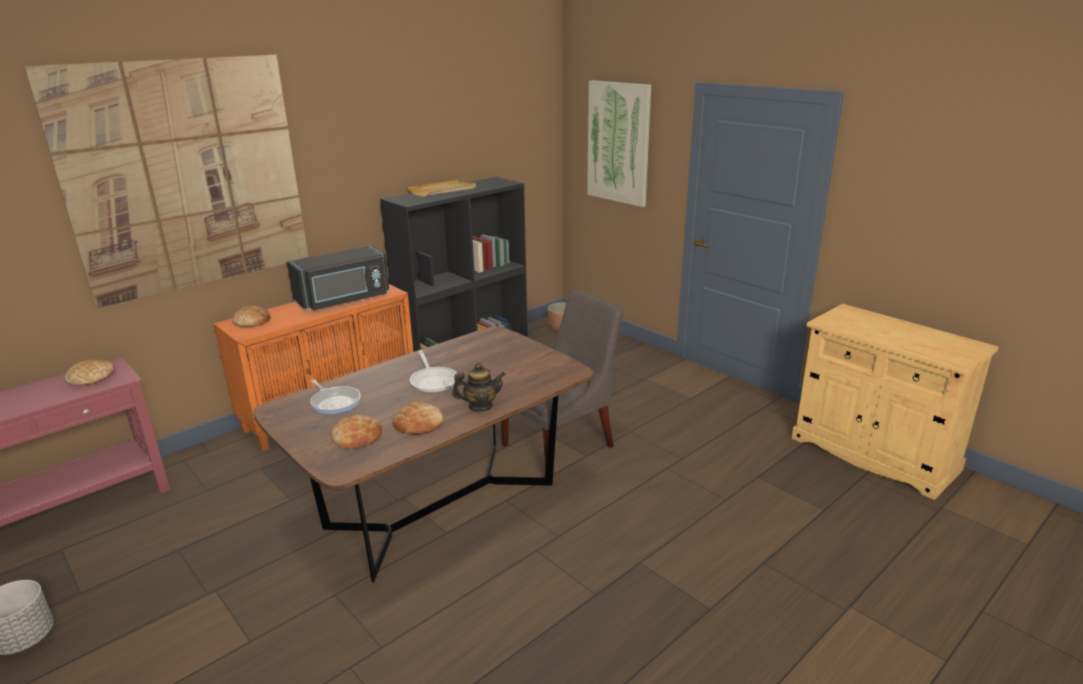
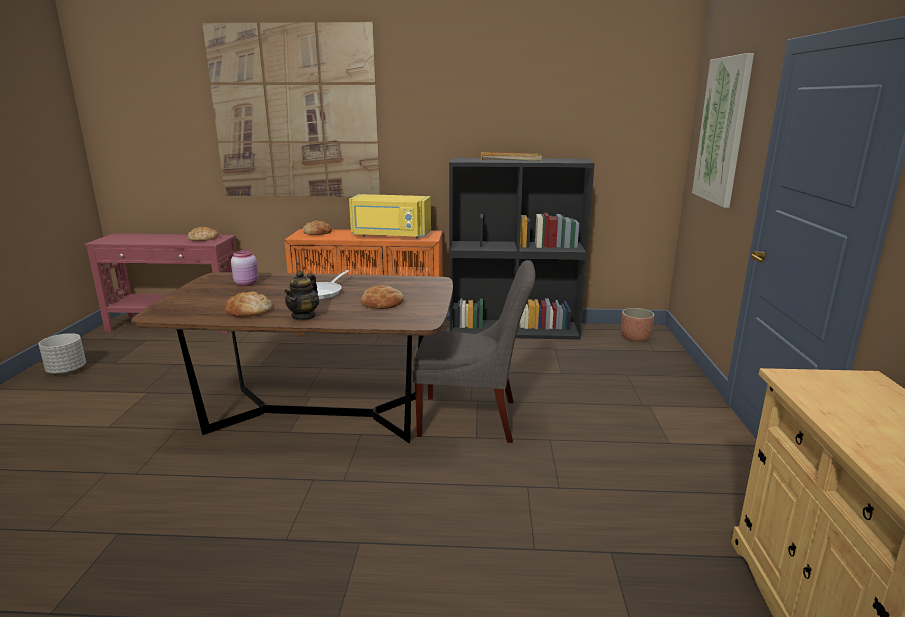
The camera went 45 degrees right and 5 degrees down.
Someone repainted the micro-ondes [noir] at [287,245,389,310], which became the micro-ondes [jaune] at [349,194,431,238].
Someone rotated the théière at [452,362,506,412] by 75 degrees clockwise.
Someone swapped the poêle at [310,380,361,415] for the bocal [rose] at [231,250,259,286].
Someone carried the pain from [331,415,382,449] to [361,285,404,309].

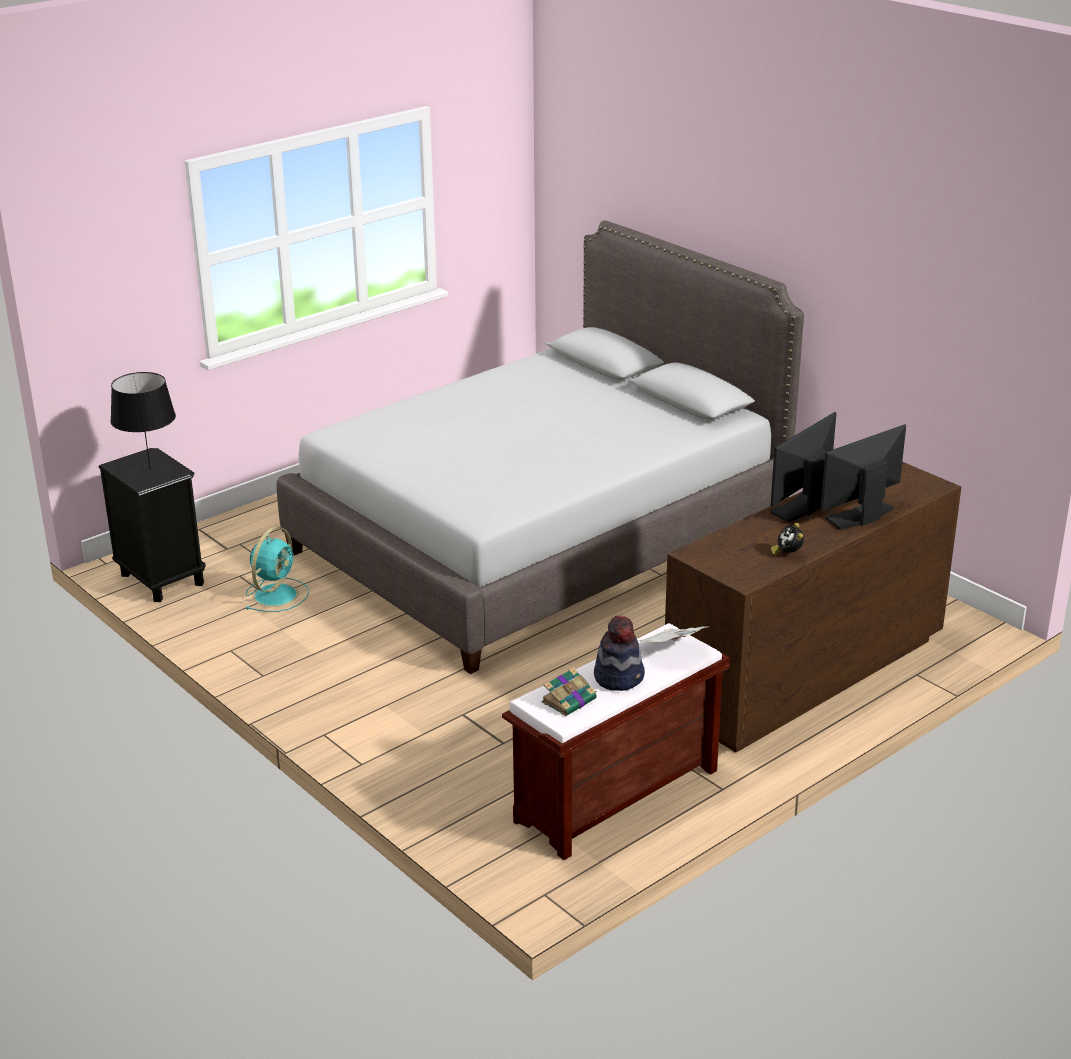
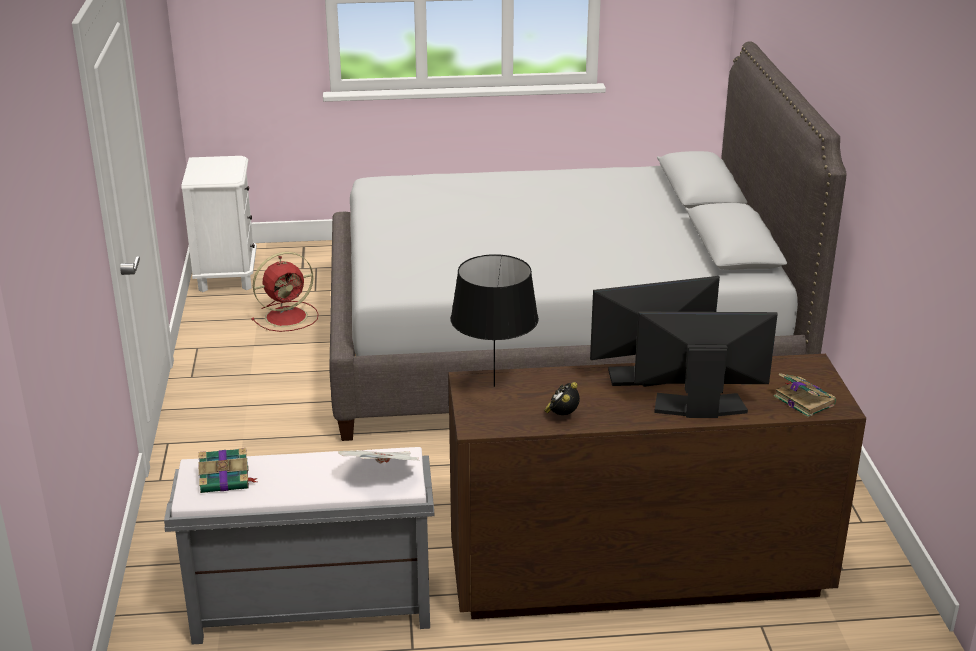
The camera went 35 degrees right and 0 degrees up.
Someone carried the lampe de table [noir] from [110,372,176,470] to [451,254,539,387].
Someone repainted the table de chevet [noir] at [99,448,206,602], which became the table de chevet [blanc] at [181,156,257,292].
Someone repainted the ventilateur [turquoise] at [246,527,309,612], which became the ventilateur [rouge] at [251,252,319,332].
Someone took away the chapeau at [594,616,645,691].
Someone repainted the banc [marron] at [502,623,730,860], which became the banc [gris] at [164,447,434,645].
Someone put down the livre at [773,373,836,417].

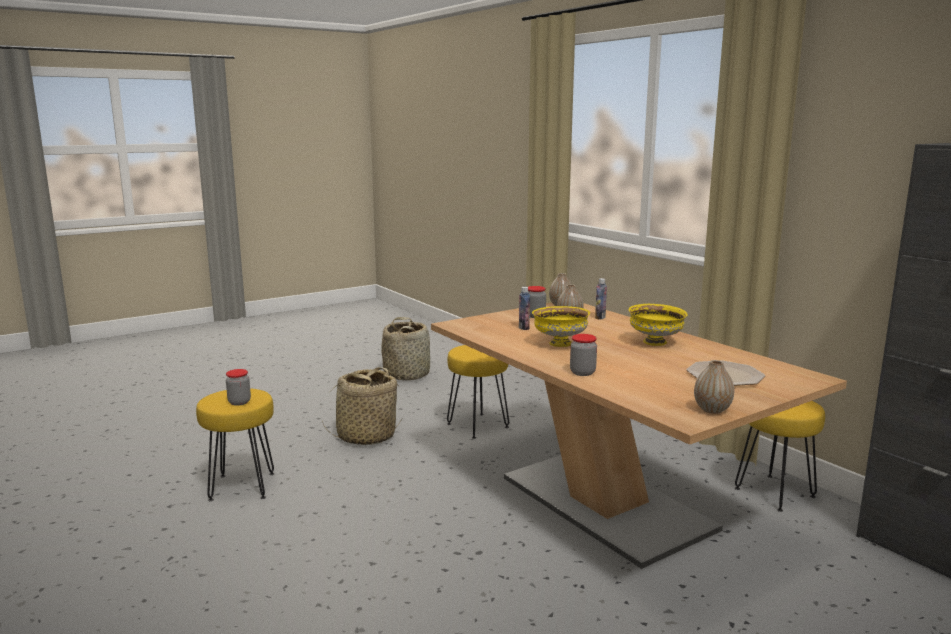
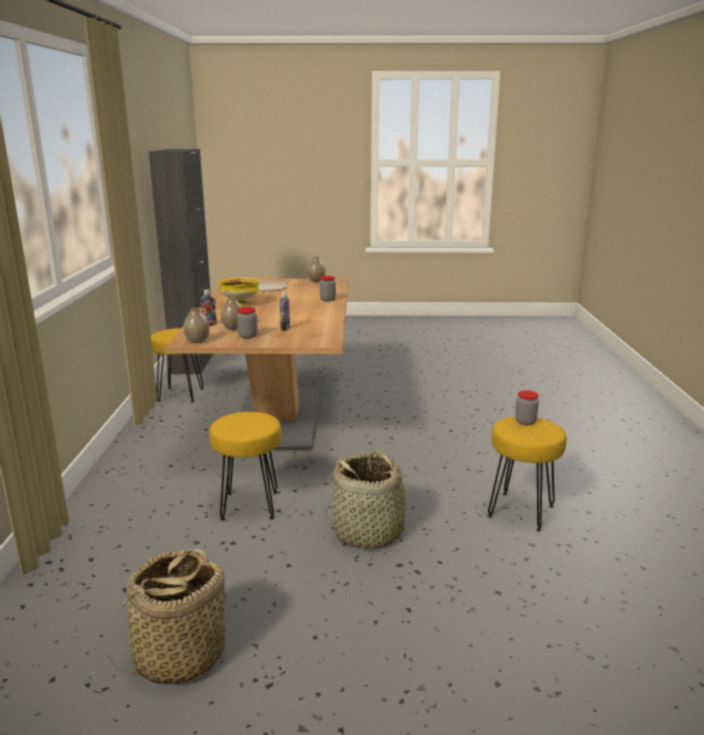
The camera went 145 degrees left and 5 degrees up.
Someone took away the bol [jaune] at [532,306,590,347].

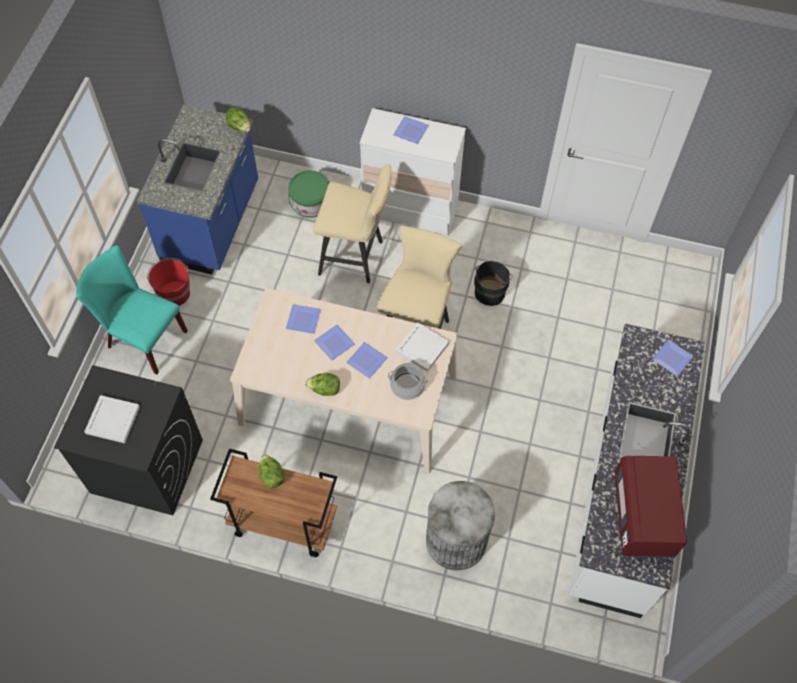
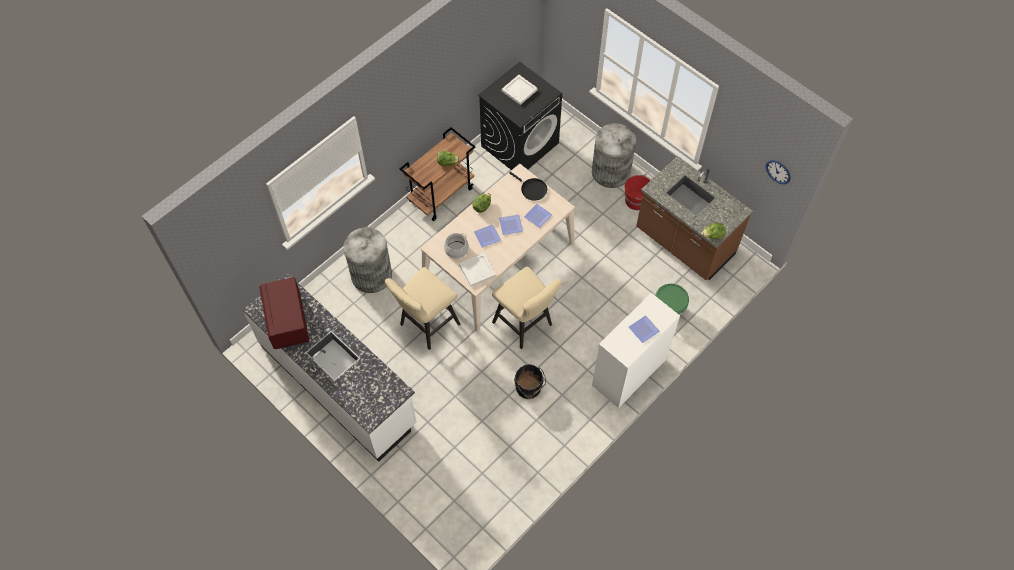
The camera went 120 degrees right and 0 degrees up.
Someone repainted the comptoir de cuisine [bleu] at [137,104,258,274], which became the comptoir de cuisine [marron] at [636,156,753,280].
Someone carried the tabouret [beige] from [313,164,392,283] to [385,267,460,350].
Someone swapped the chaise [turquoise] at [76,245,188,375] for the poubelle [gris] at [592,123,636,188].
Someone took away the assiette at [652,339,694,377].
Someone rotated the micro-ondes [rouge] at [615,456,687,558] by 135 degrees counterclockwise.
Someone put up the horloge murale at [766,160,791,184].
Someone put down the poêle [noir] at [509,172,547,201].

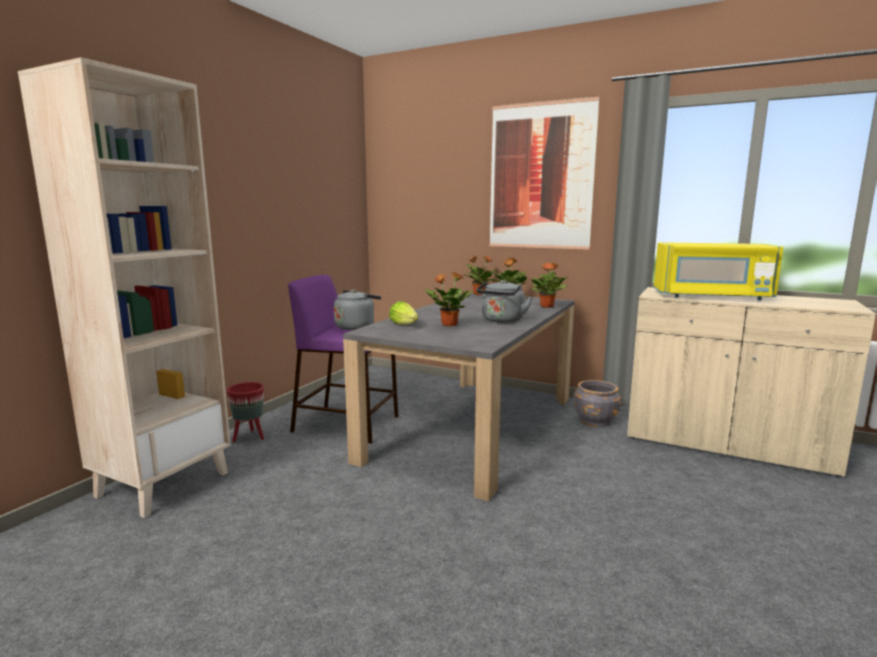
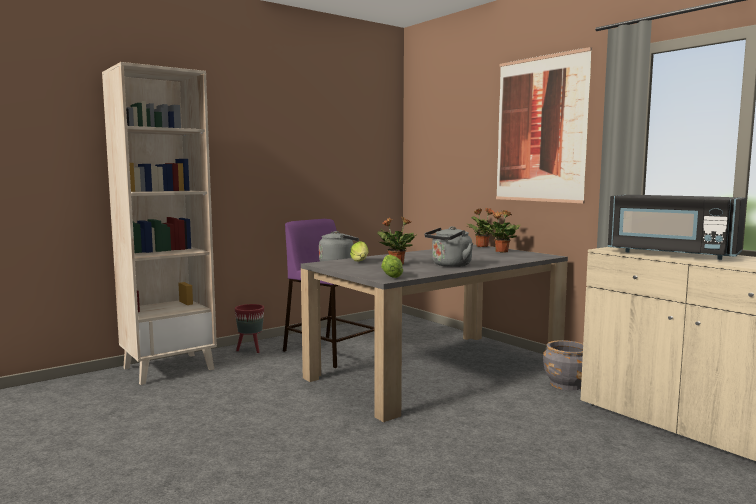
The camera went 25 degrees right and 5 degrees down.
Someone repainted the micro-ondes [jaune] at [654,243,784,300], which became the micro-ondes [noir] at [608,195,746,260].
Someone took away the plante en pot at [531,263,567,308].
Someone put down the laitue at [381,255,403,278].

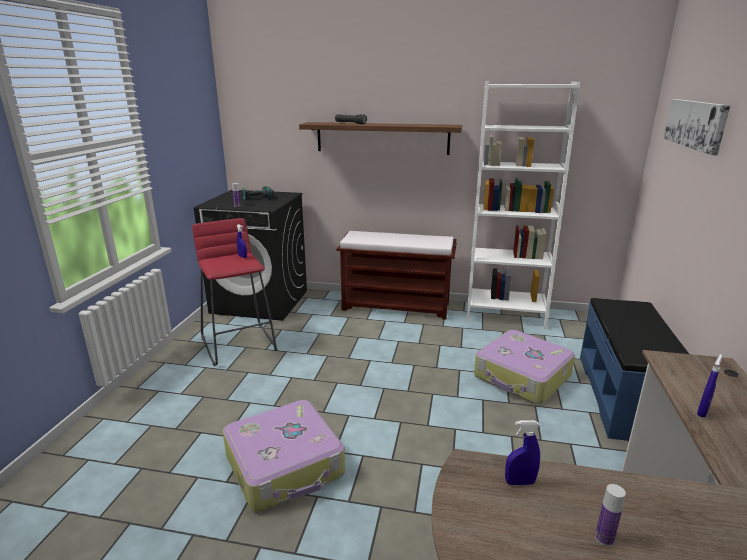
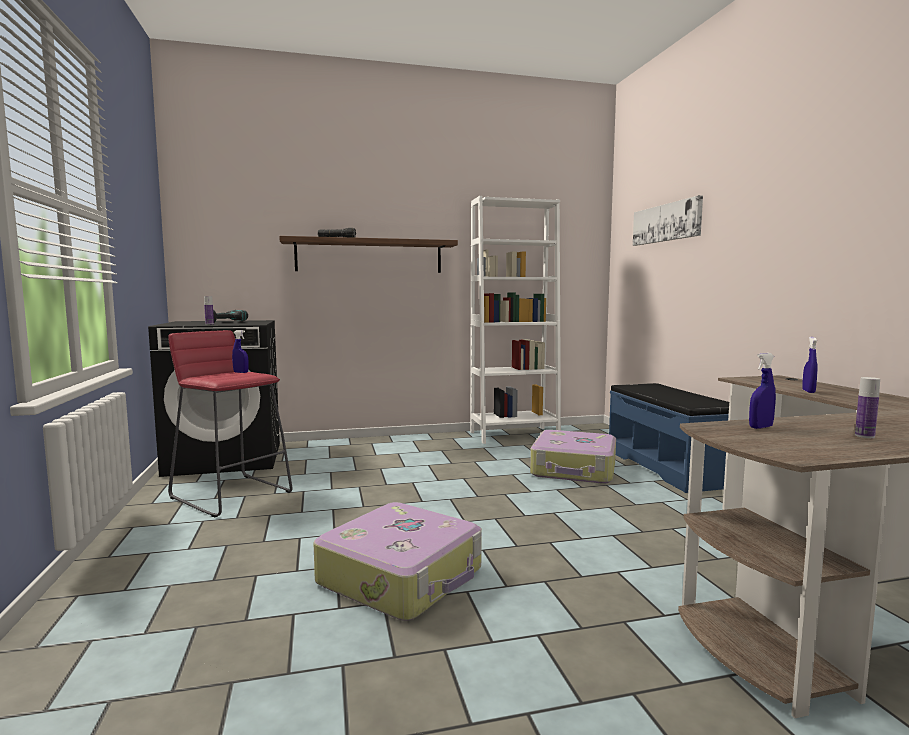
The camera went 25 degrees left and 15 degrees down.
Someone took away the banc [marron] at [336,231,456,320].

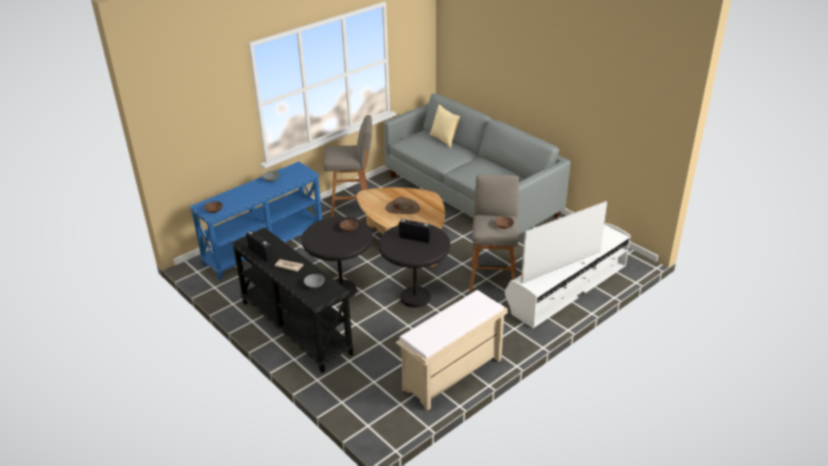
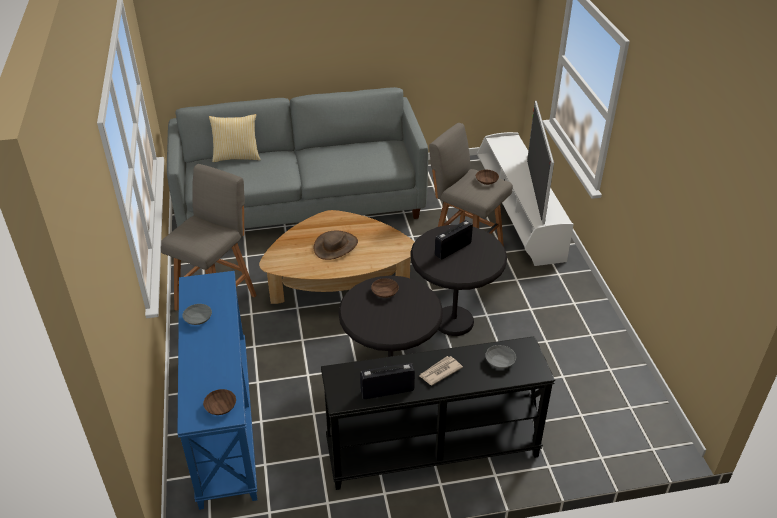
The camera went 60 degrees left and 5 degrees up.
Someone took away the banc [beige] at [396,290,508,411].

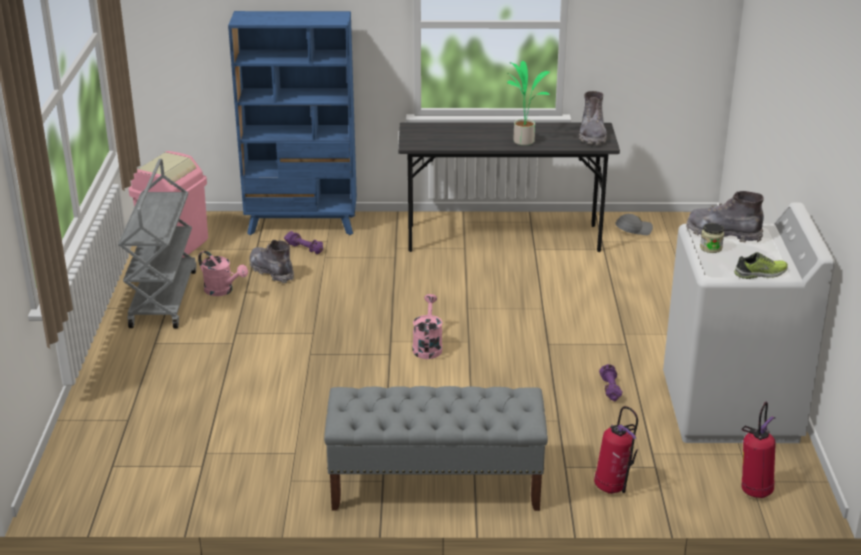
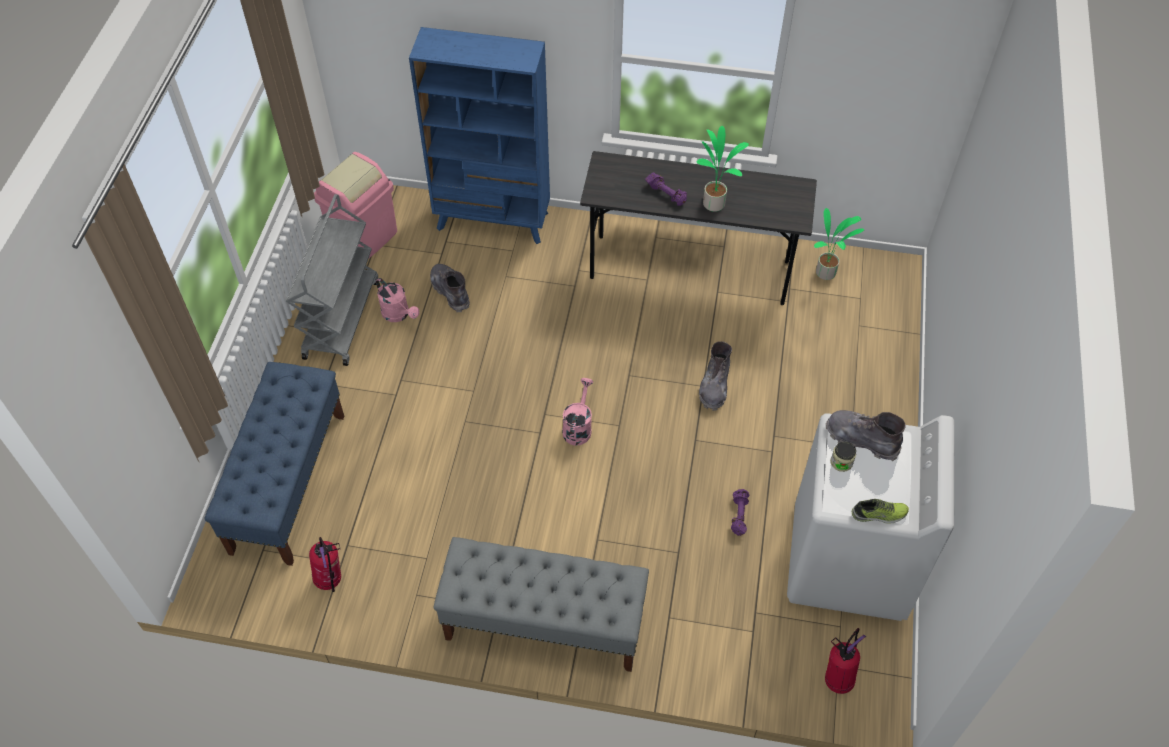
The camera went 10 degrees right and 25 degrees up.
Someone carried the botte [gris] from [579,91,607,145] to [699,341,732,411].
Someone swapped the casquette [gris] at [616,214,653,235] for the plante en pot at [814,208,864,280].
Someone carried the haltère [violet] from [284,231,323,254] to [645,172,687,206].
Someone carried the extincteur from [594,406,638,494] to [309,537,341,592].
Someone put down the banc [bleu] at [205,362,344,566].

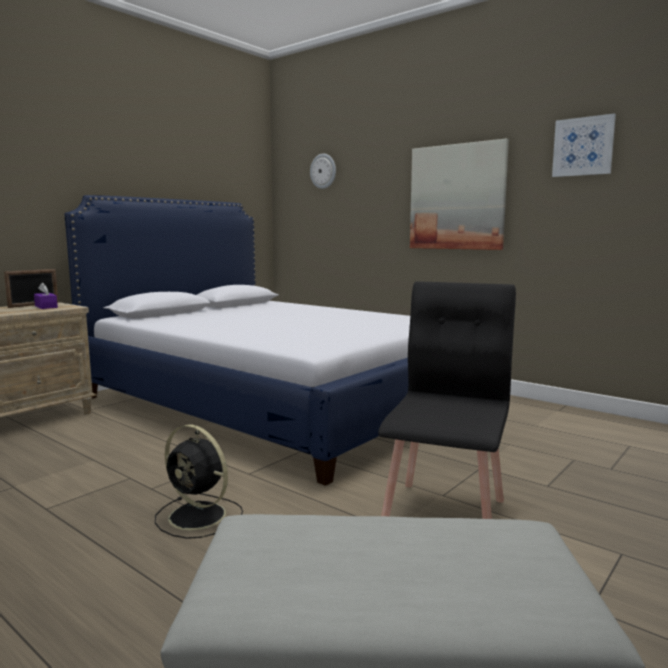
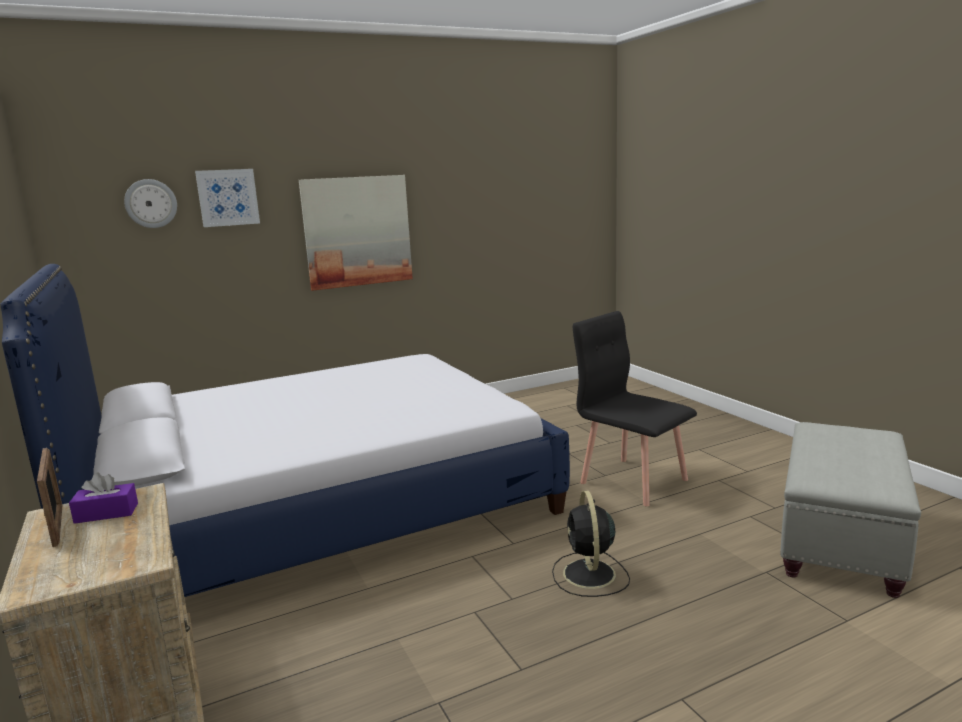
The camera went 65 degrees left and 5 degrees up.
Someone carried the tableau from [552,113,616,177] to [195,169,260,227].
Someone rotated the ventilateur [noir] at [155,425,243,539] by 120 degrees clockwise.

